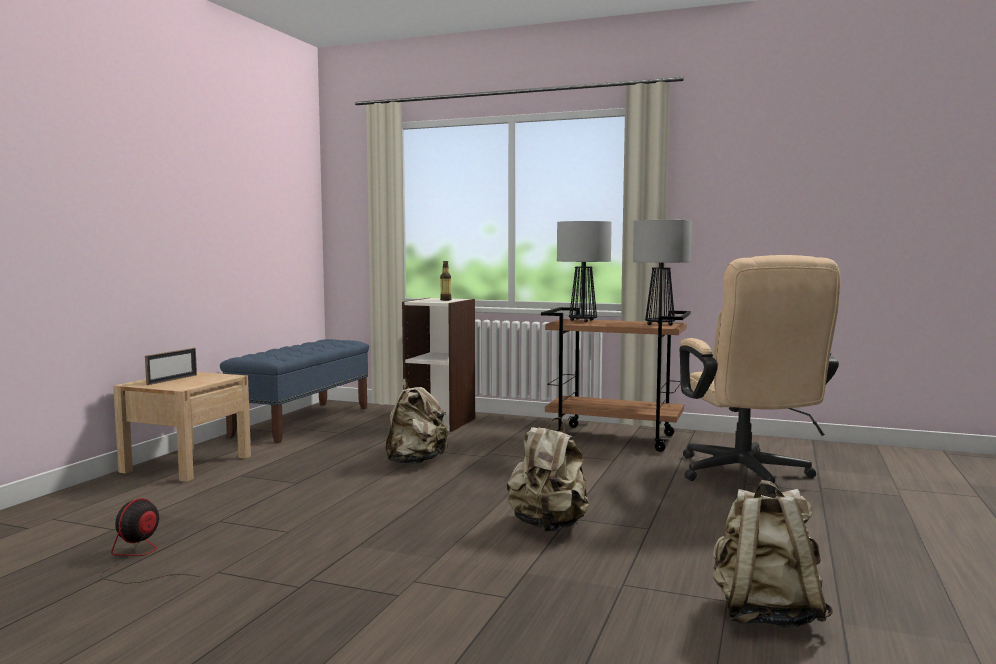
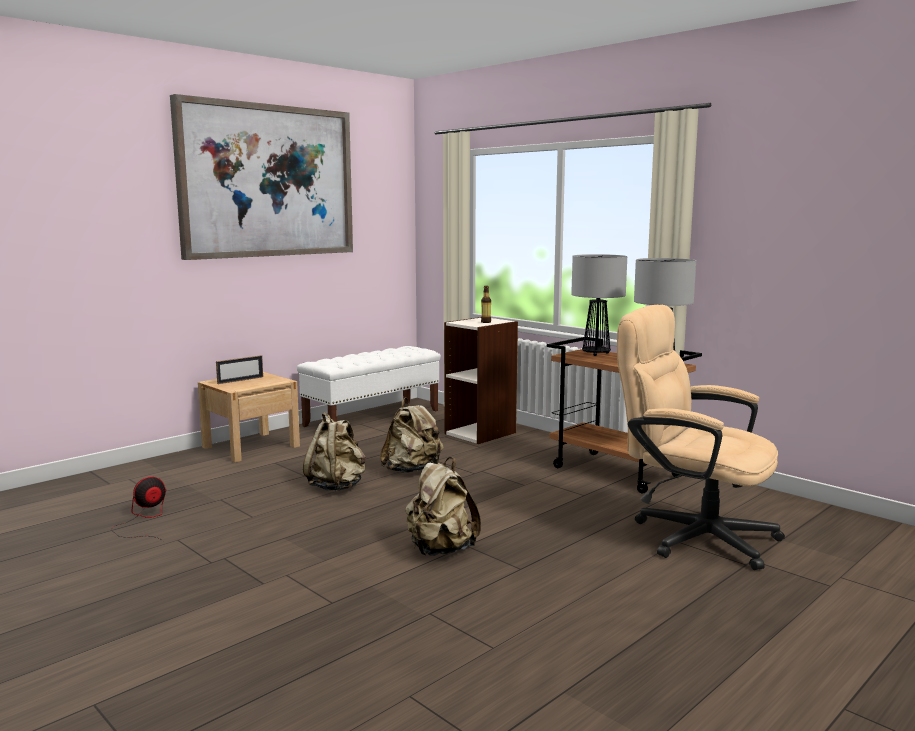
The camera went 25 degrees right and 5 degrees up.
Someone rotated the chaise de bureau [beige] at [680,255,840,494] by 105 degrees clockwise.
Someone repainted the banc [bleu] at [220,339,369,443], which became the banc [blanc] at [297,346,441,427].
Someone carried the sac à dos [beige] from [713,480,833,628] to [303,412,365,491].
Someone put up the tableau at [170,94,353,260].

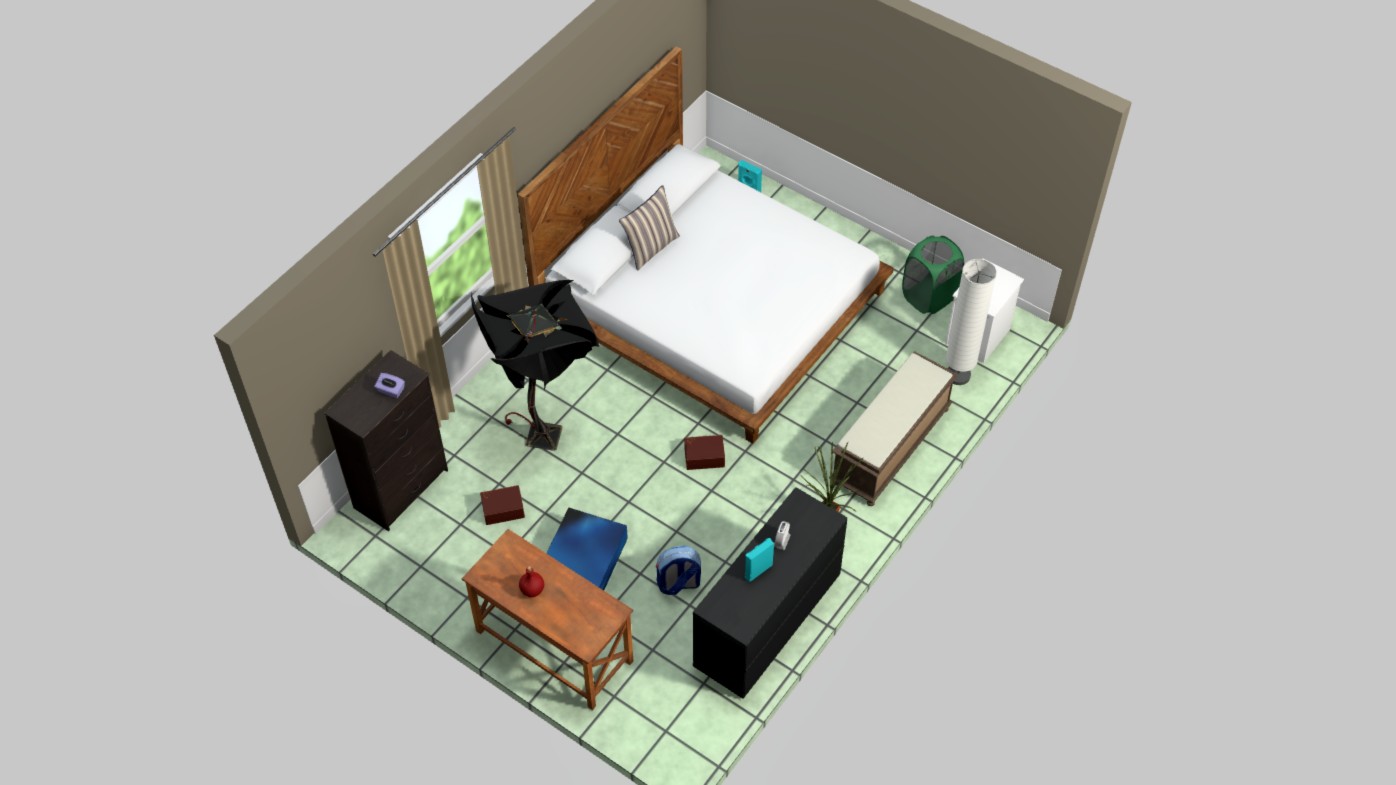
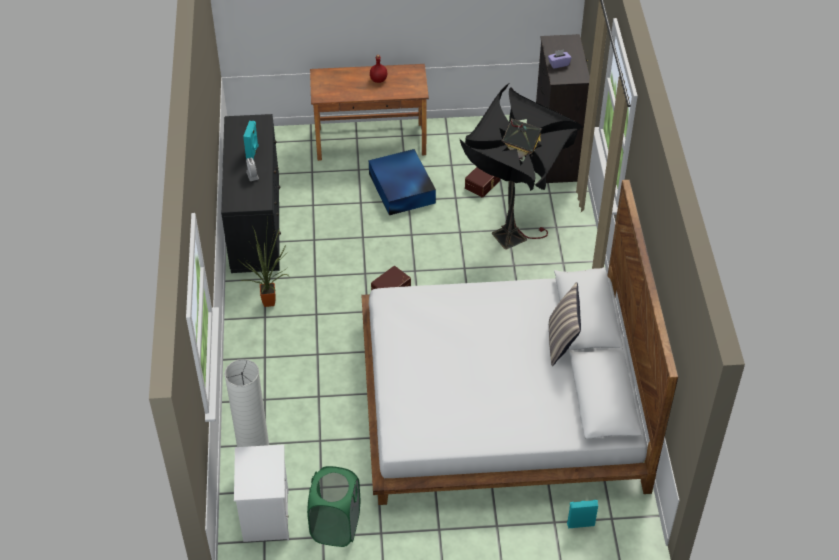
The camera went 140 degrees right and 5 degrees down.
Someone took away the banc [marron] at [829,351,958,506].
Someone took away the sac à dos at [656,546,701,595].

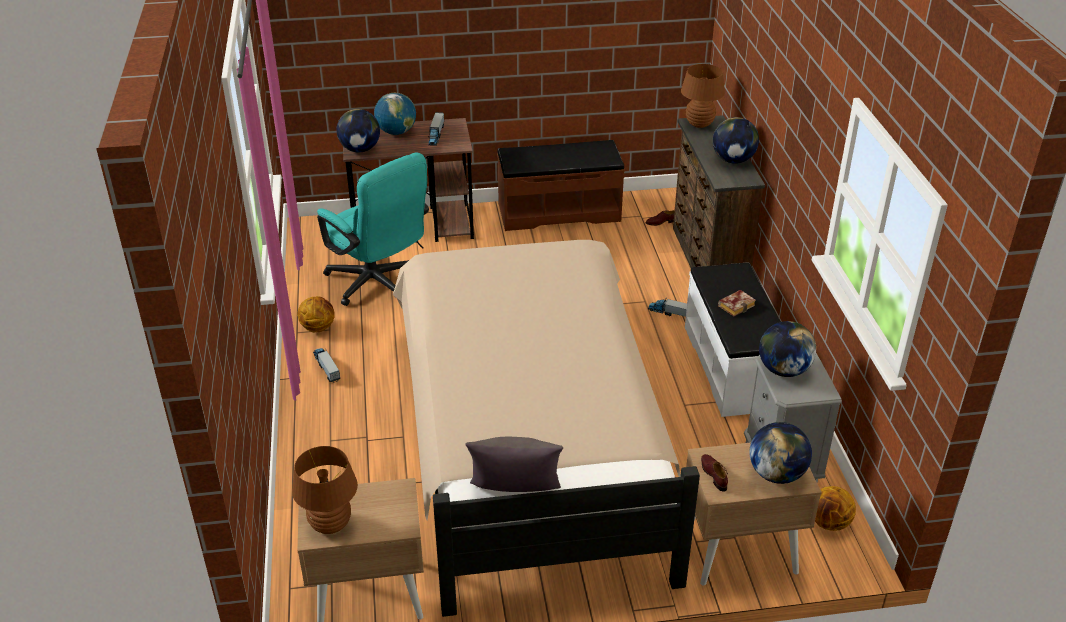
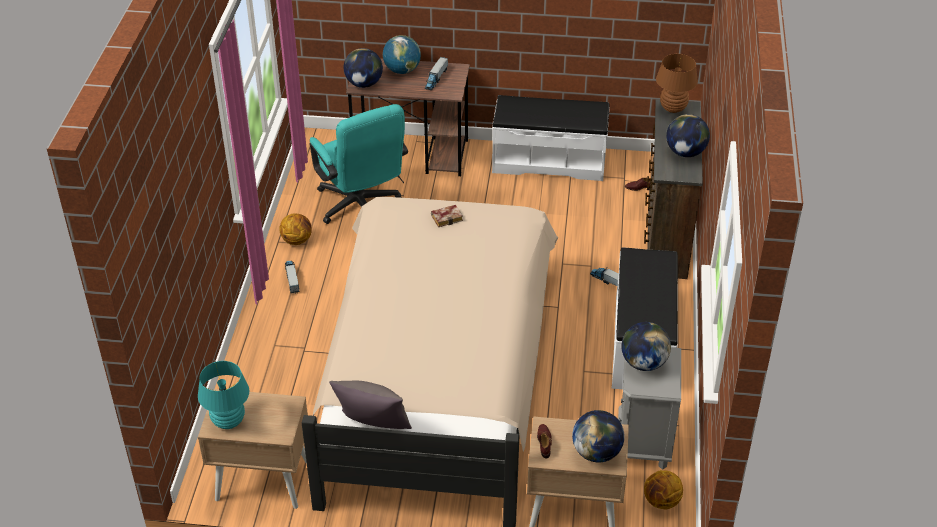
The camera went 15 degrees right and 5 degrees up.
Someone repainted the banc [marron] at [497,140,625,231], which became the banc [blanc] at [492,95,609,181].
Someone carried the livre from [718,290,756,316] to [431,205,463,227].
Someone repainted the lampe de table [marron] at [292,446,358,534], which became the lampe de table [turquoise] at [198,361,249,429].

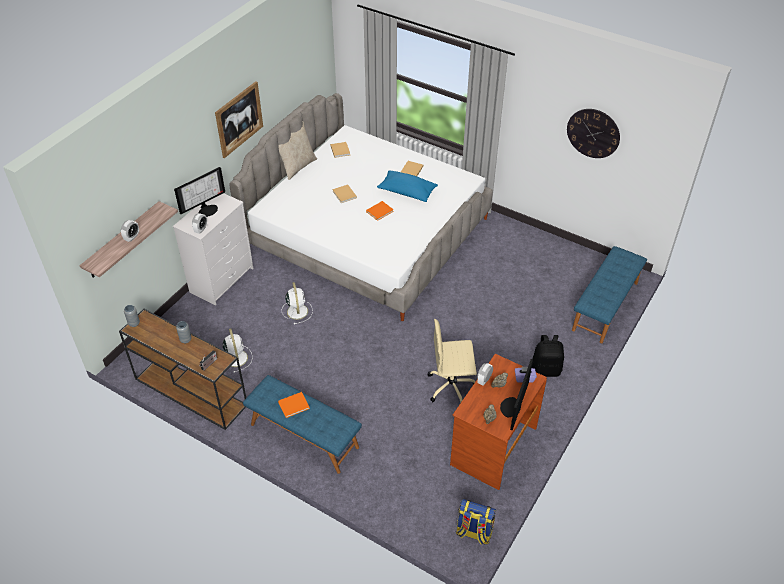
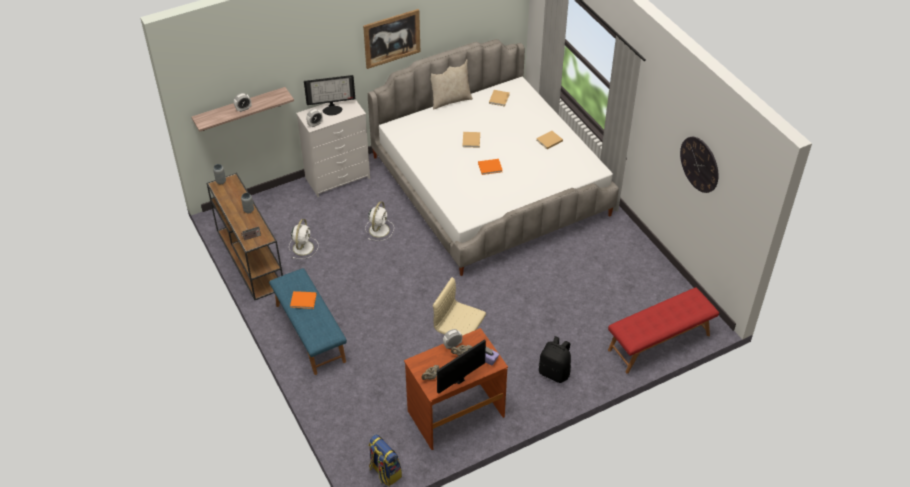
The camera went 30 degrees right and 0 degrees up.
Someone took away the coussin [bleu] at [377,170,438,202].
Someone repainted the banc [bleu] at [572,246,647,343], which became the banc [rouge] at [608,287,719,374].

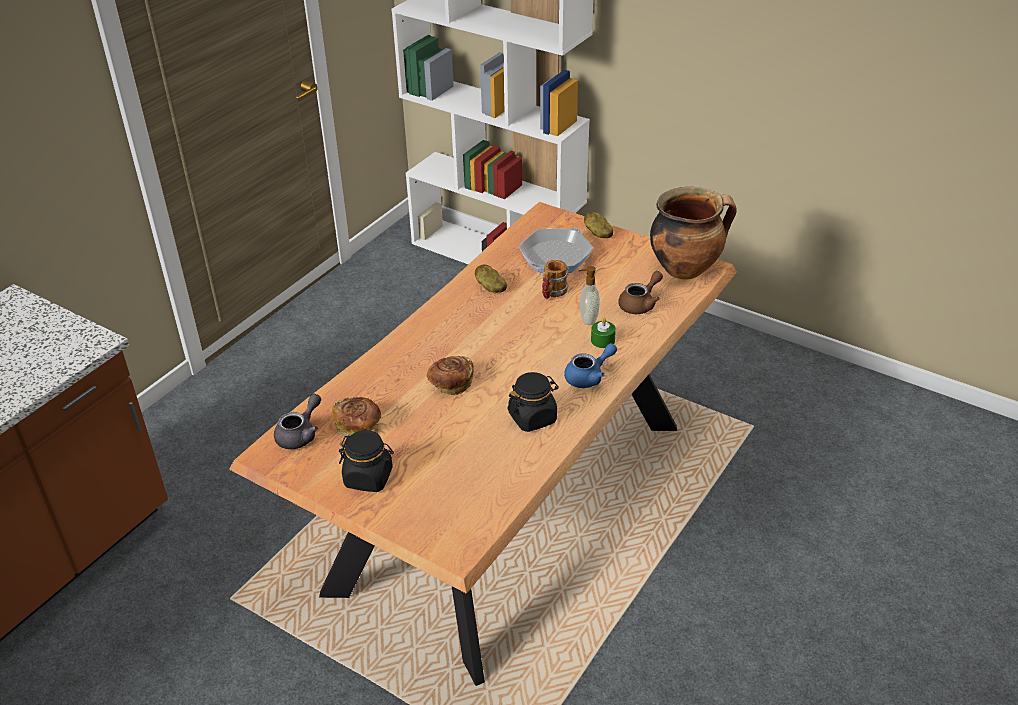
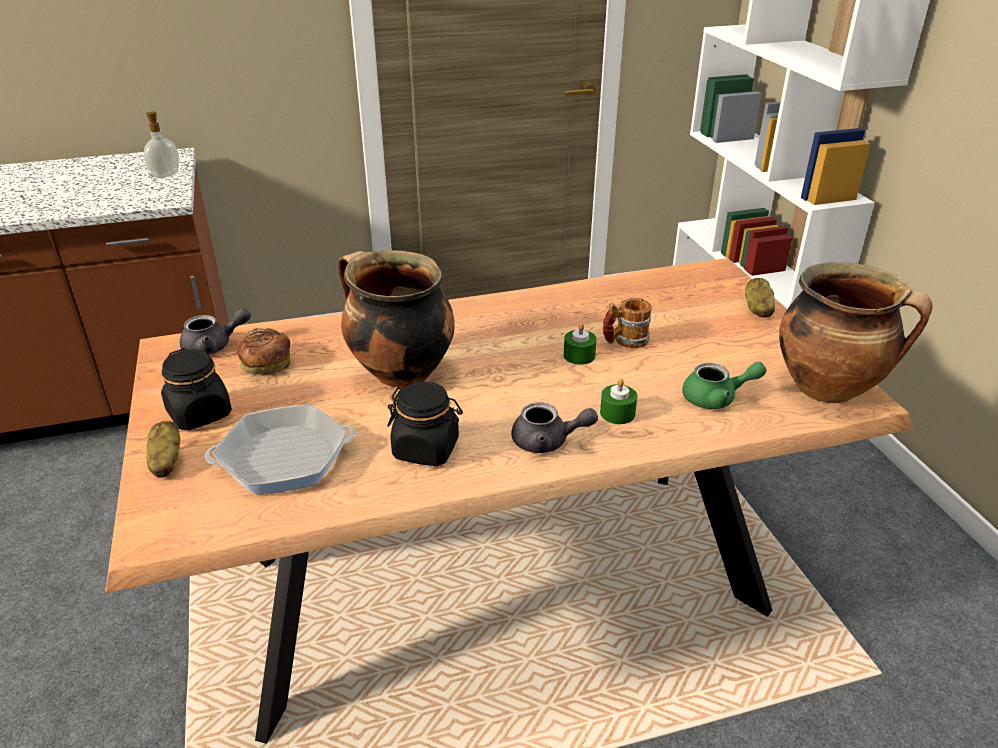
The camera went 40 degrees right and 5 degrees down.
Someone carried the poêle from [518,228,594,273] to [204,404,355,494].
Someone carried the pomme de terre from [475,264,507,293] to [146,421,180,478].
Someone carried the distributeur de savon from [579,266,600,325] to [144,111,179,178].
Someone repainted the théière [marron] at [618,271,663,314], which became the théière [vert] at [682,362,767,409].
Someone repainted the théière [bleu] at [564,343,617,388], which became the théière [gris] at [511,403,598,453].
Someone swapped the pain at [427,356,474,395] for the marmite at [338,250,455,388].
Someone put down the bougie [vert] at [564,323,597,365].

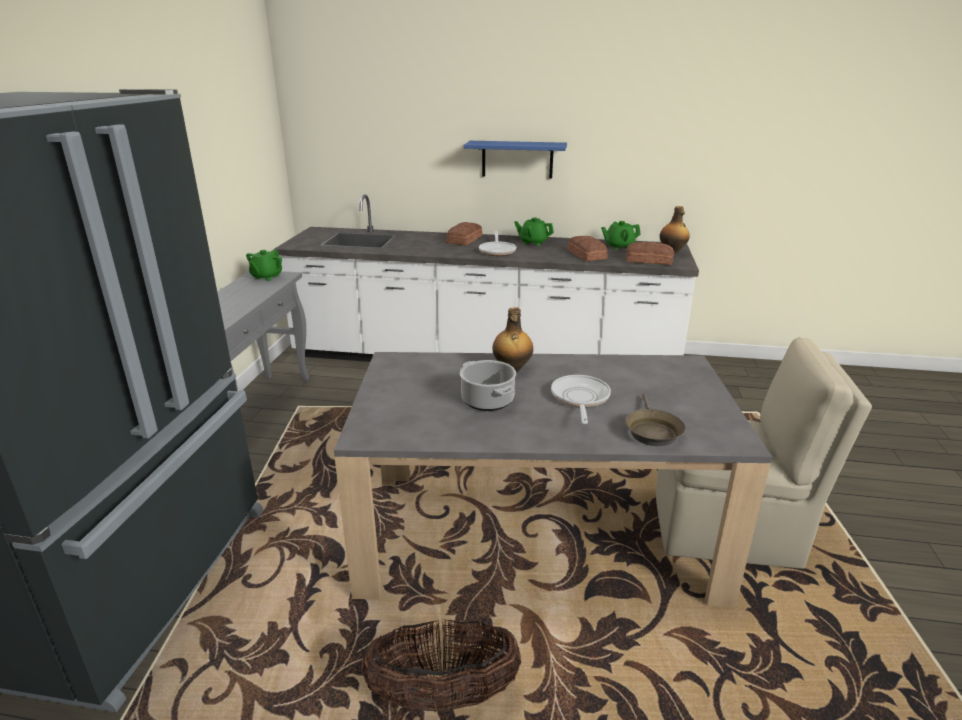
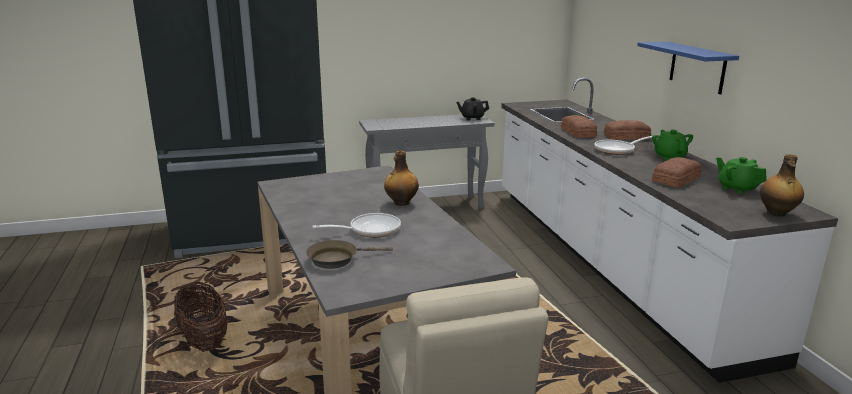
The camera went 65 degrees right and 5 degrees down.
Someone carried the pain from [626,242,674,265] to [561,115,597,138].
Someone repainted the théière [vert] at [246,250,282,281], which became the théière [noir] at [456,97,489,120].
Someone took away the marmite at [460,360,516,411].

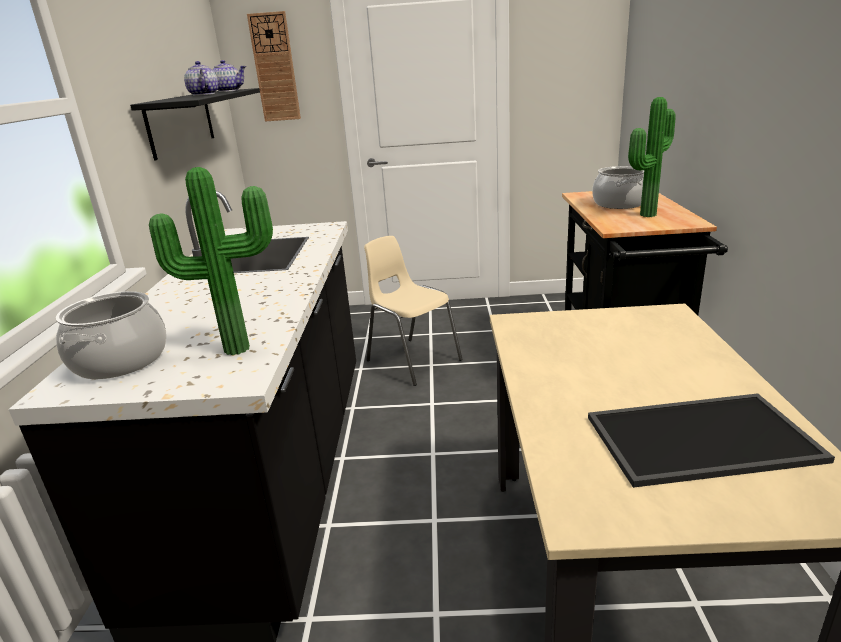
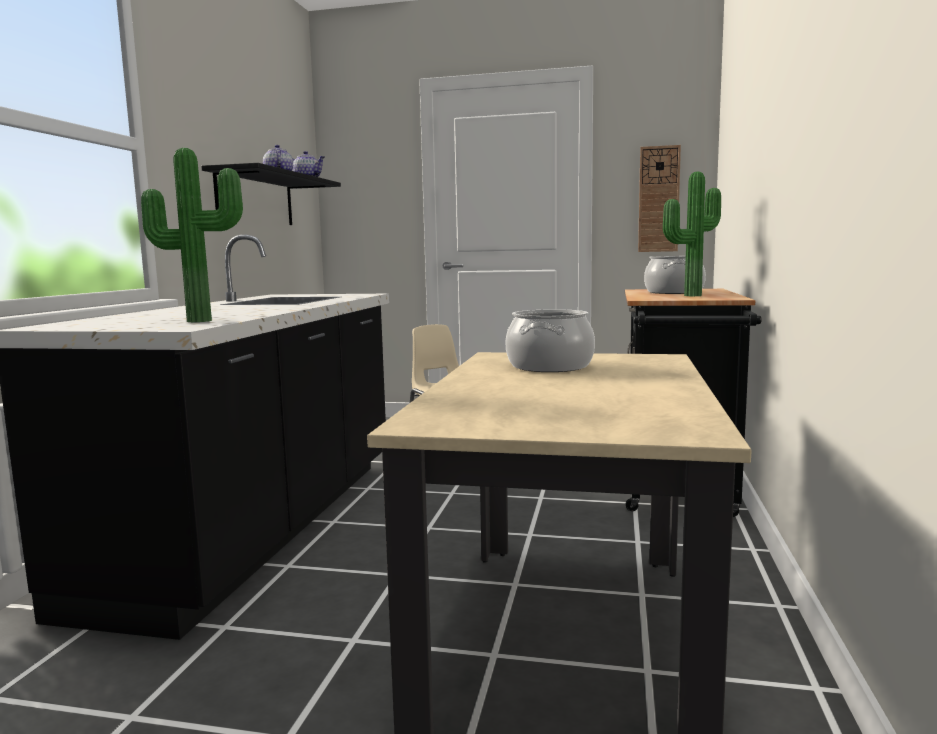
The camera went 10 degrees right and 15 degrees down.
Someone carried the horloge murale from [247,11,301,121] to [638,145,681,252].
Someone carried the marmite from [56,291,166,379] to [505,309,595,372].
Someone took away the plateau at [588,393,835,488].

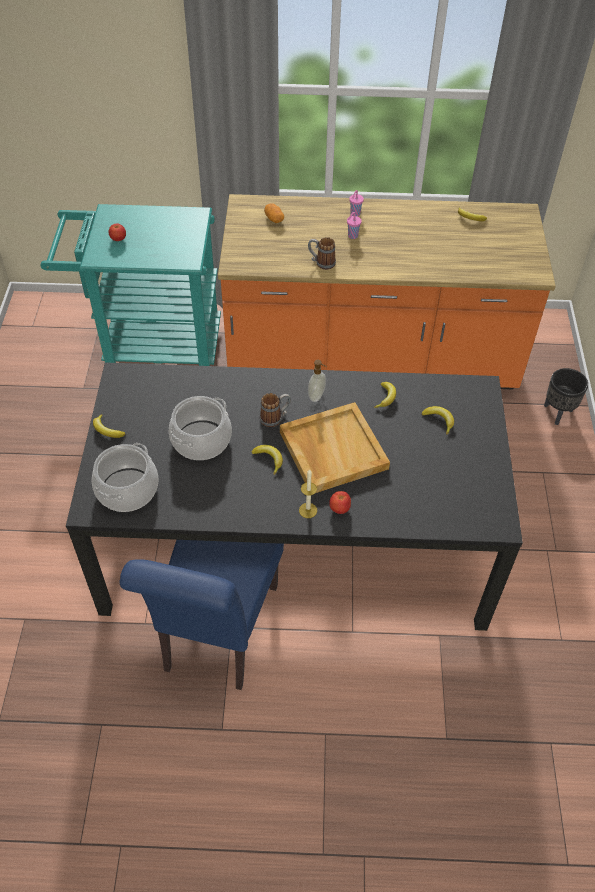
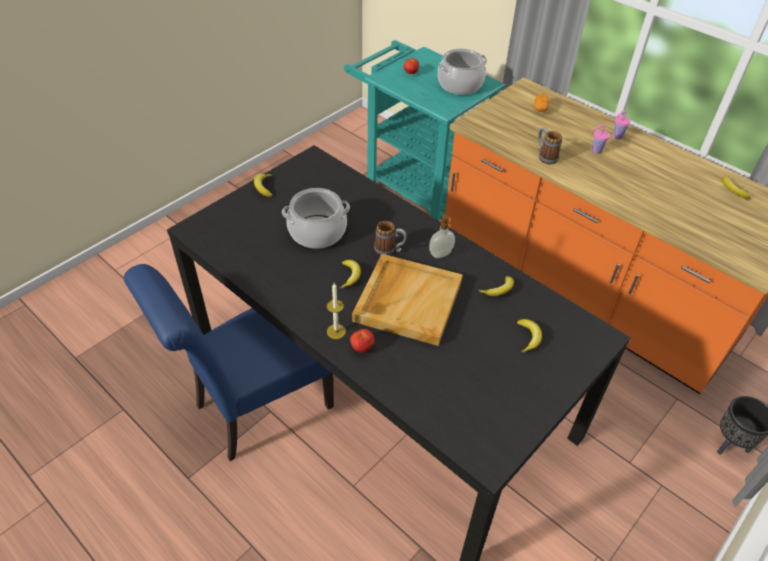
The camera went 40 degrees right and 5 degrees down.
Someone carried the marmite from [91,443,159,512] to [438,48,487,95].

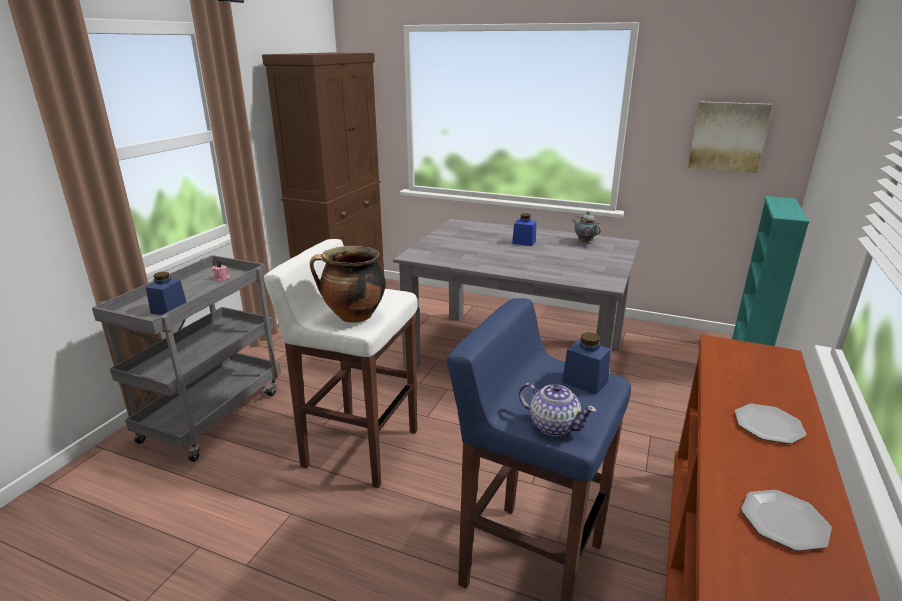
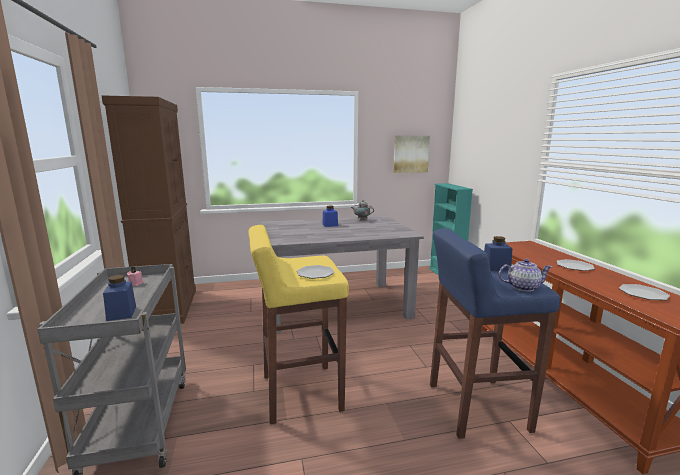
The camera went 35 degrees left and 10 degrees down.
Someone repainted the tabouret [blanc] at [264,239,418,488], which became the tabouret [jaune] at [248,225,349,424].
Someone swapped the marmite at [310,246,385,323] for the assiette at [297,265,335,279].

